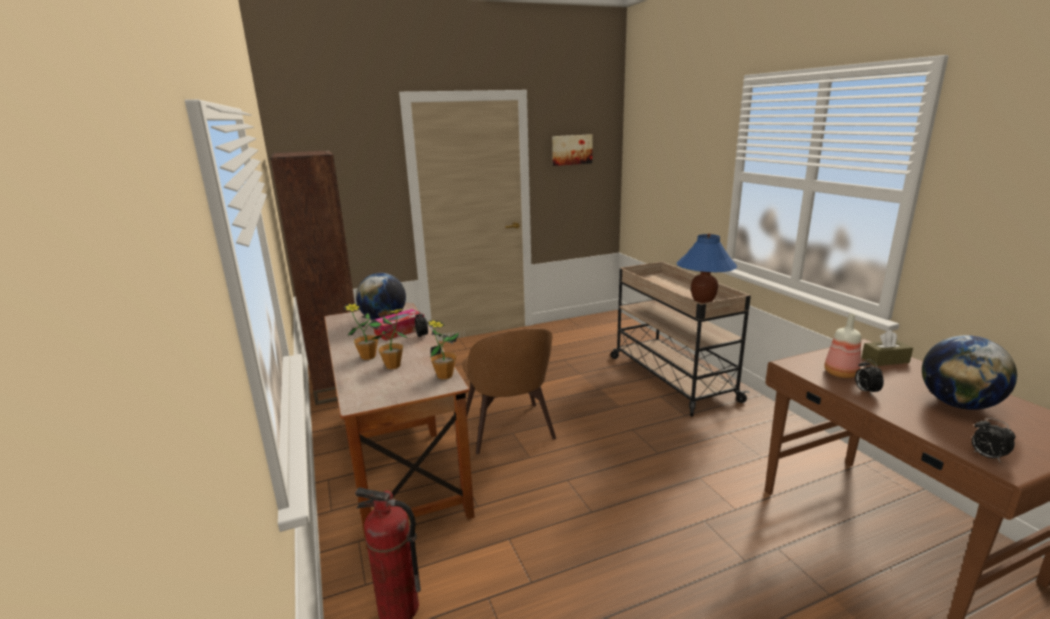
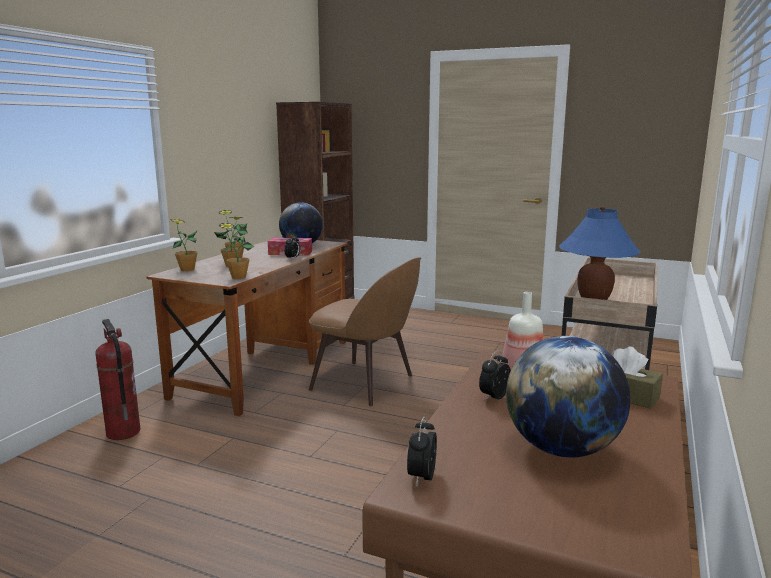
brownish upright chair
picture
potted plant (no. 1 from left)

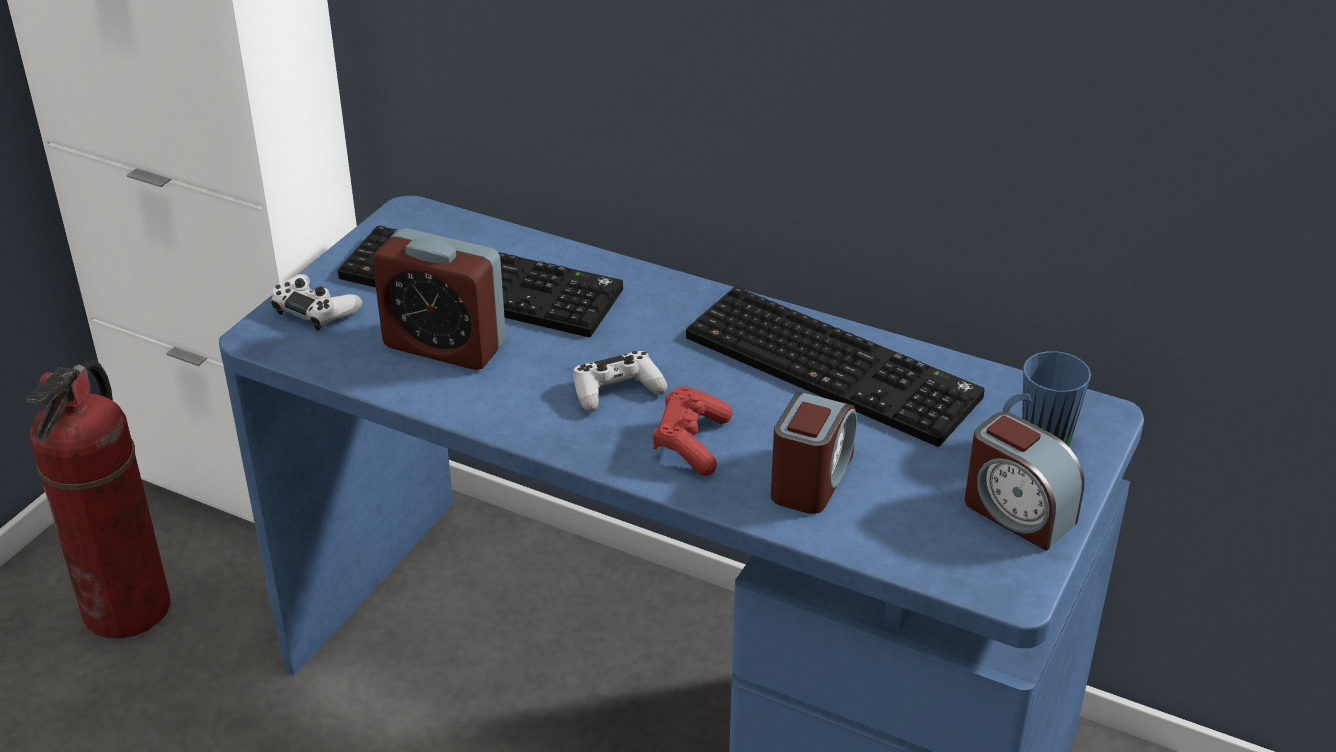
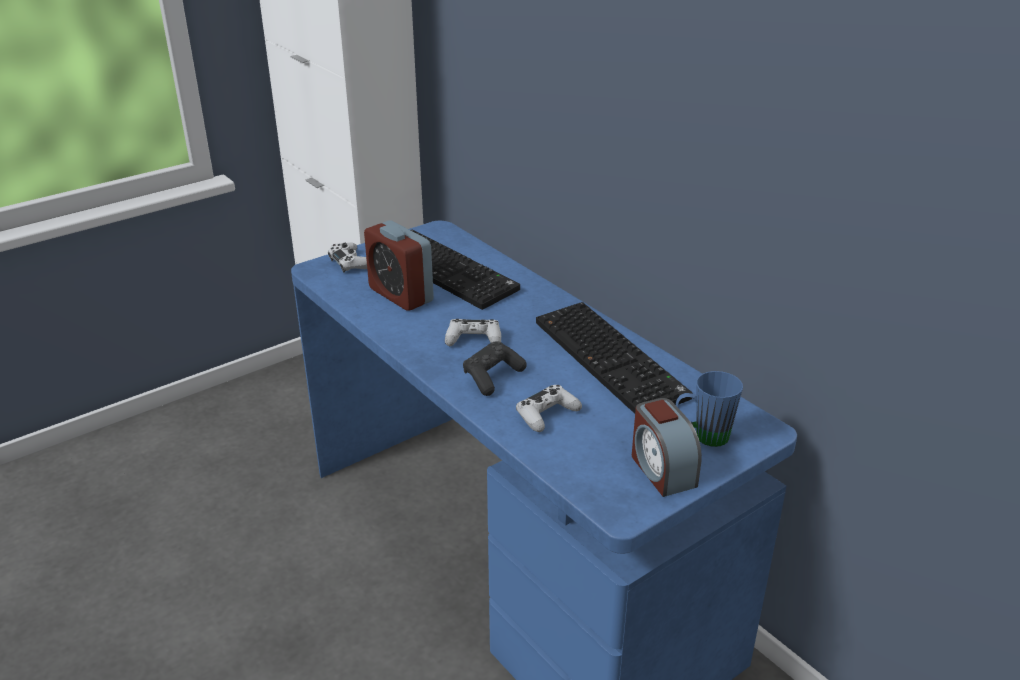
fire extinguisher
black joypad
whitish joypad (no. 3 from left)

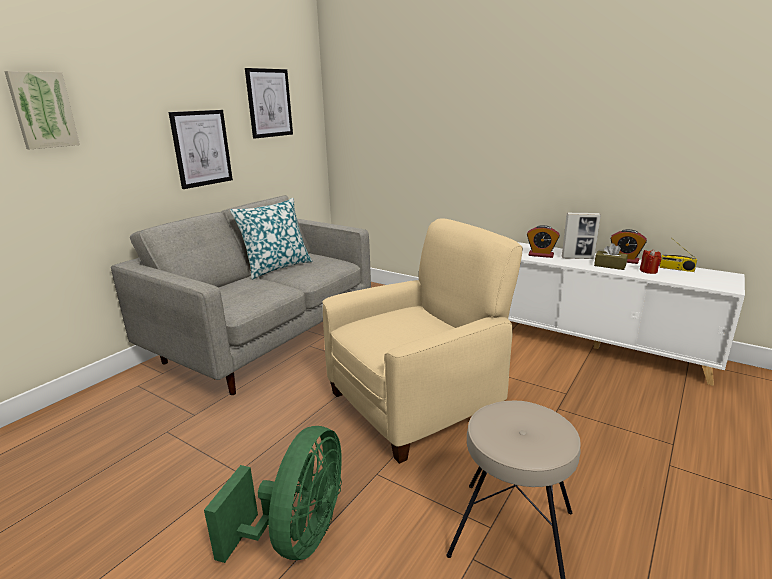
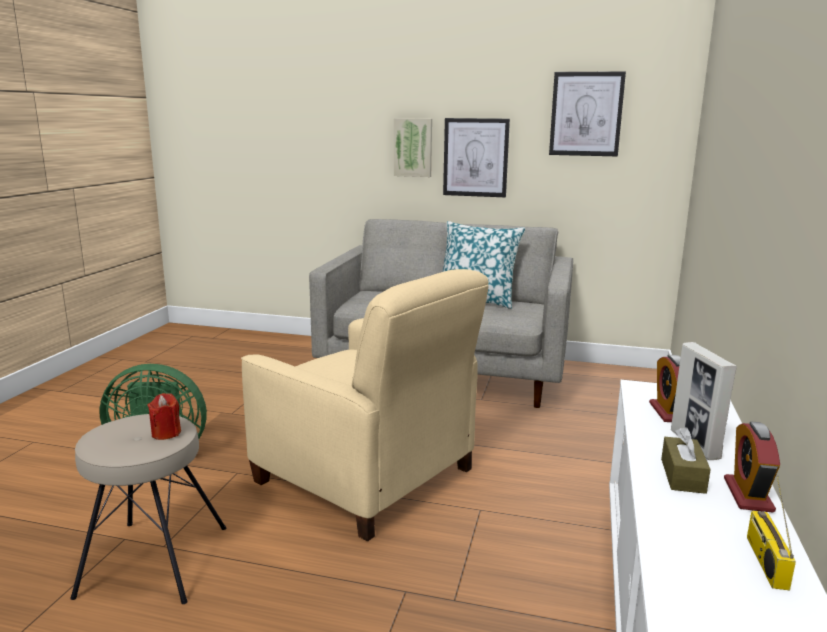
picture (no. 1 from left)
red-coloured wax candle

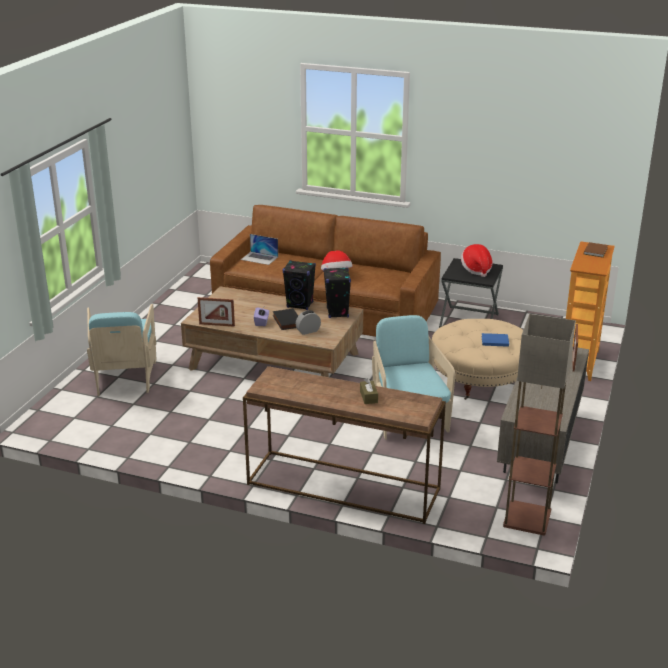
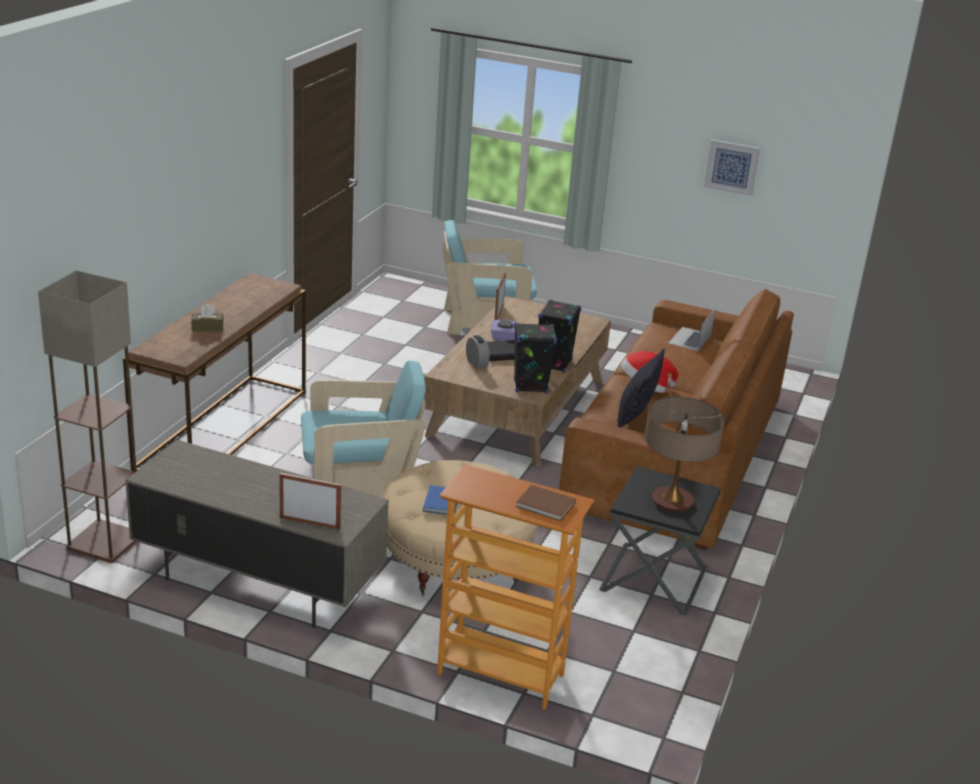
lamp for a table
pillow
picture

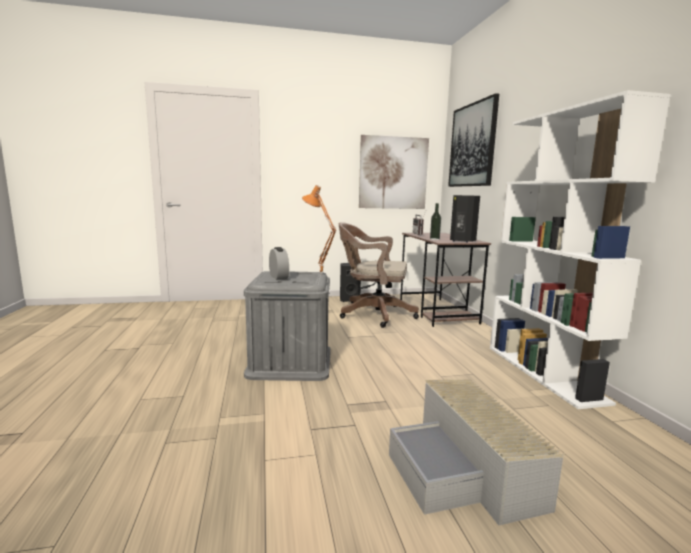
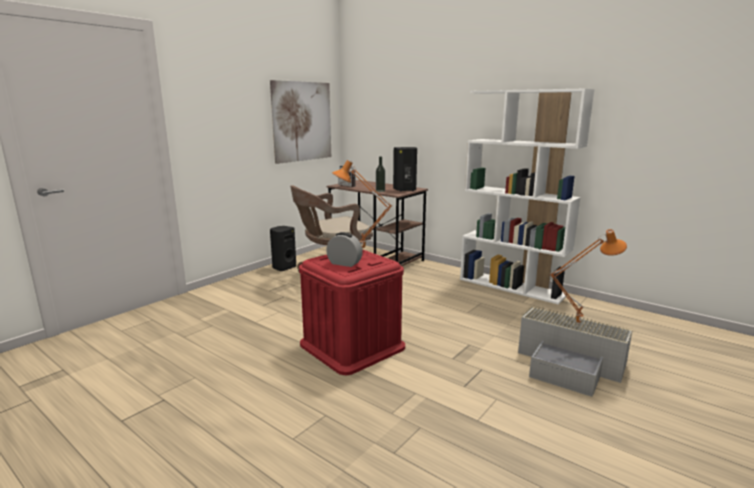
red-coloured storage box
picture (no. 2 from left in the first image)
orangey lamp for a table (no. 2 from left)

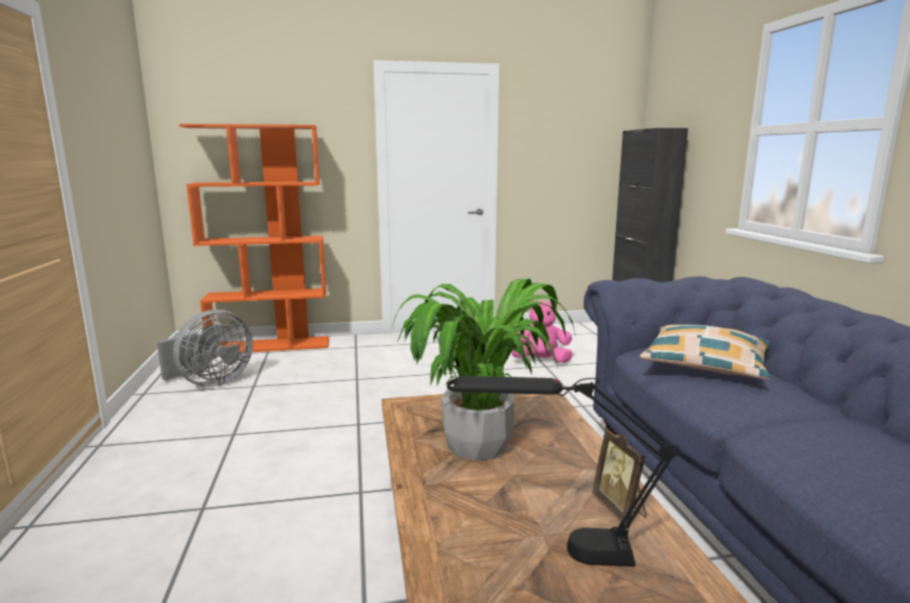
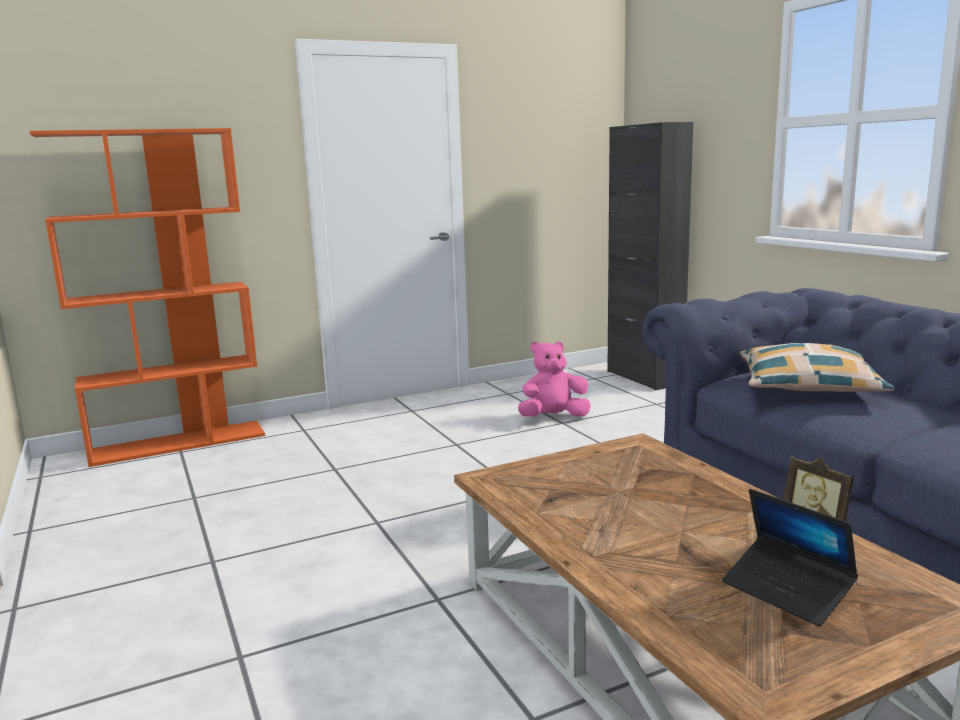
grey electric fan
potted plant
laptop

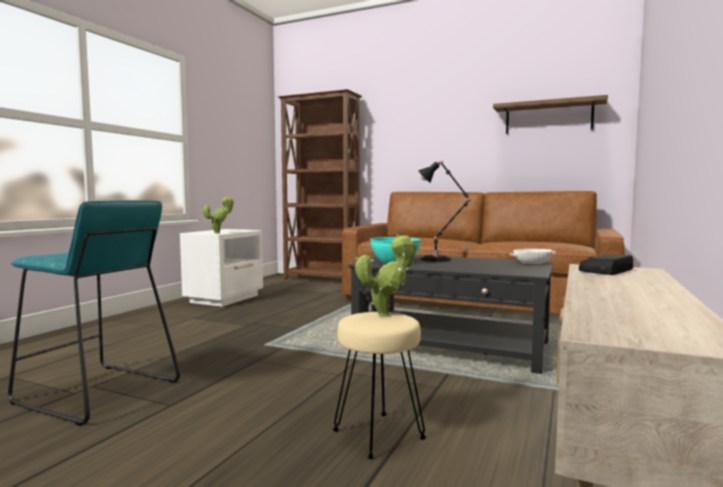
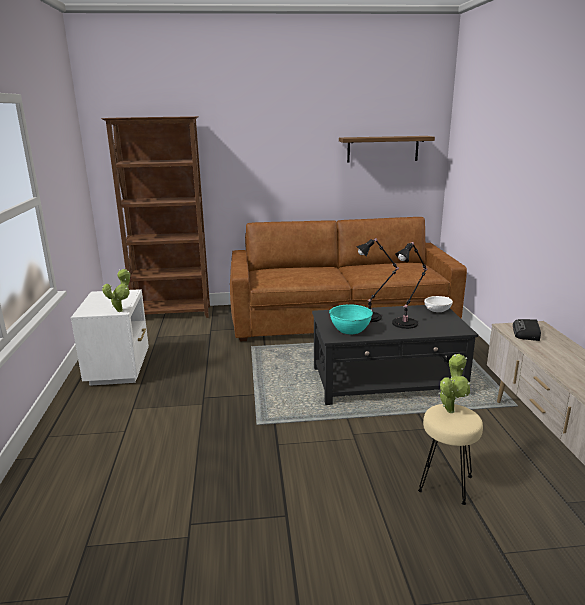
turquoise stool seat
black lamp for a table (no. 2 from left)

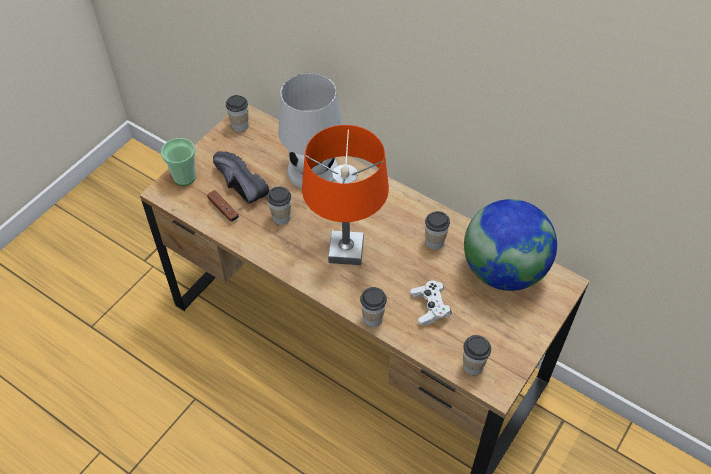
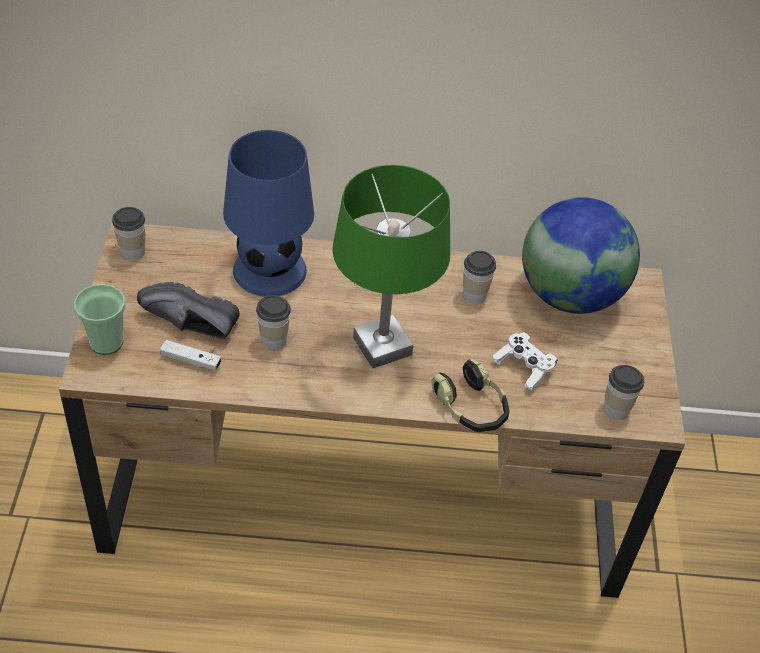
whitish joypad (no. 1 from left)
blue-coloured lamp for a table
green-coloured lamp for a table
headset

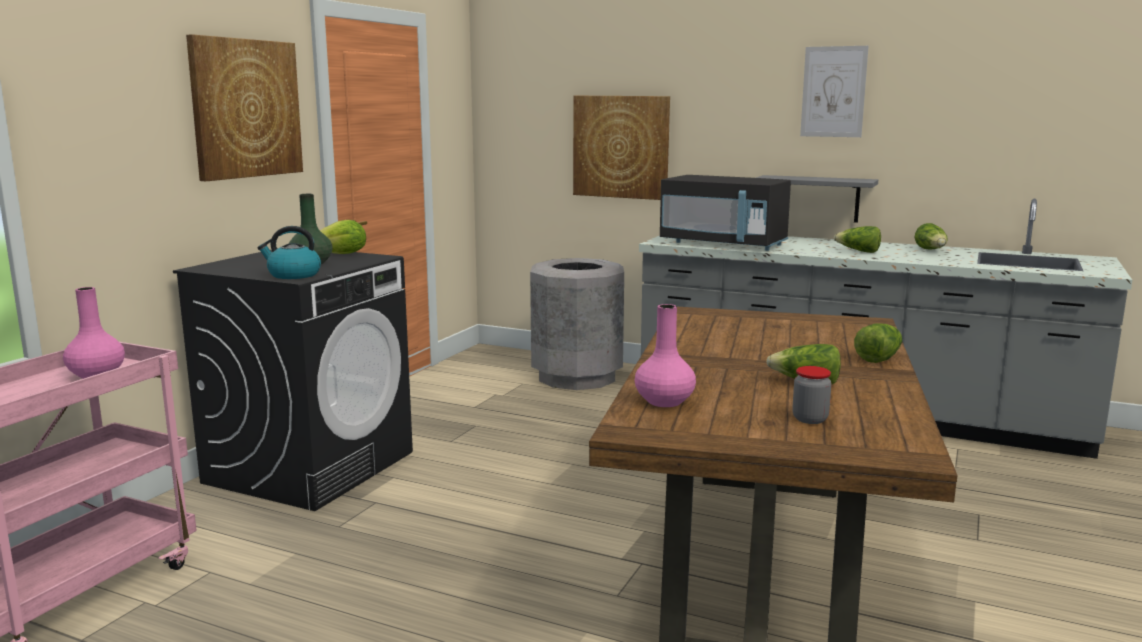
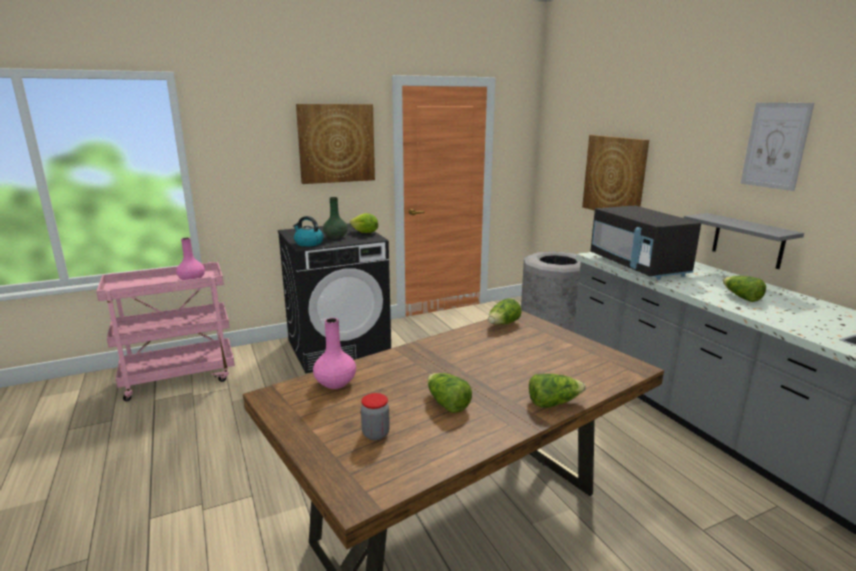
head of lettuce (no. 3 from left)

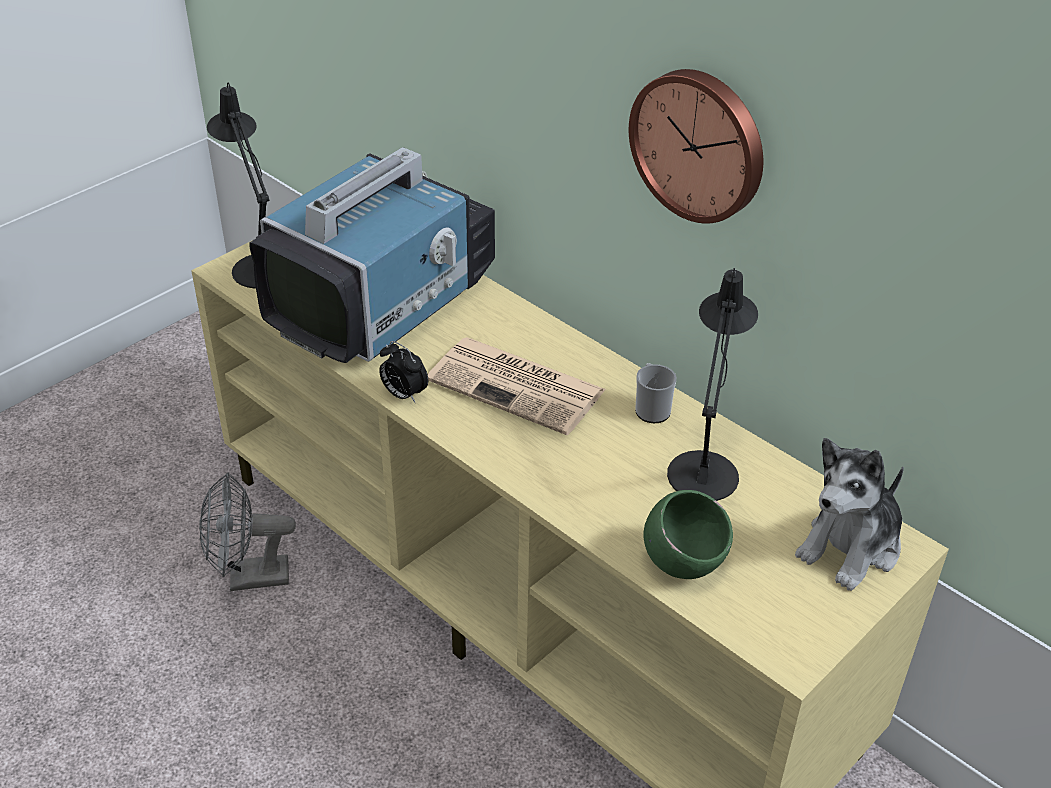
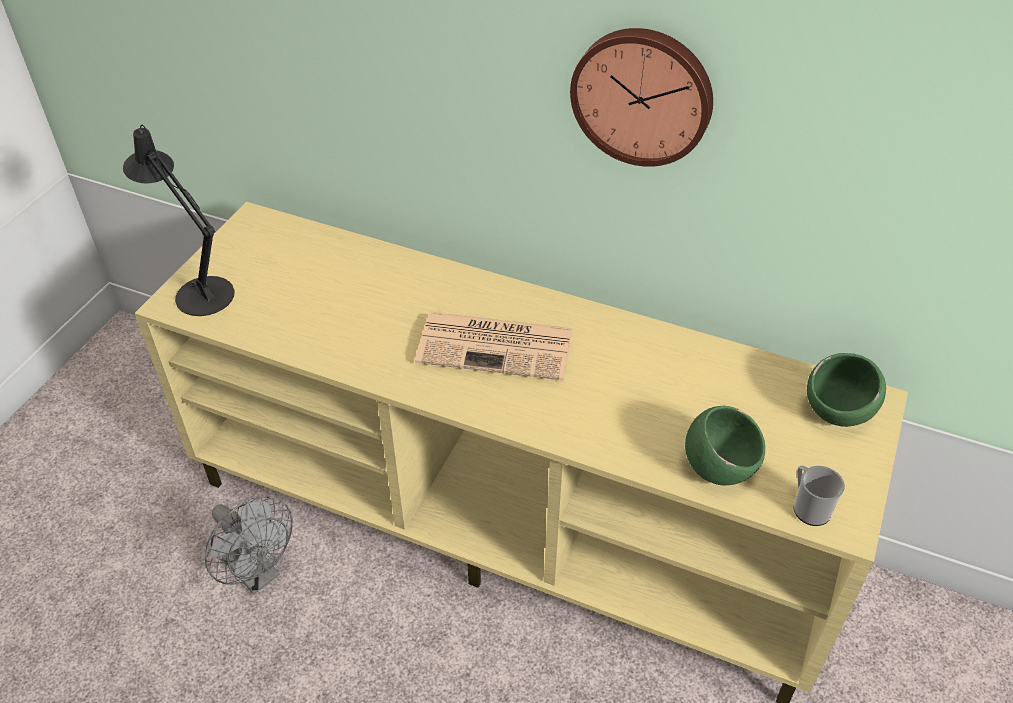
grey electric fan
television
table clock
mug
black lamp for a table (no. 2 from left in the first image)
green-coloured serving bowl (no. 2 from left)

